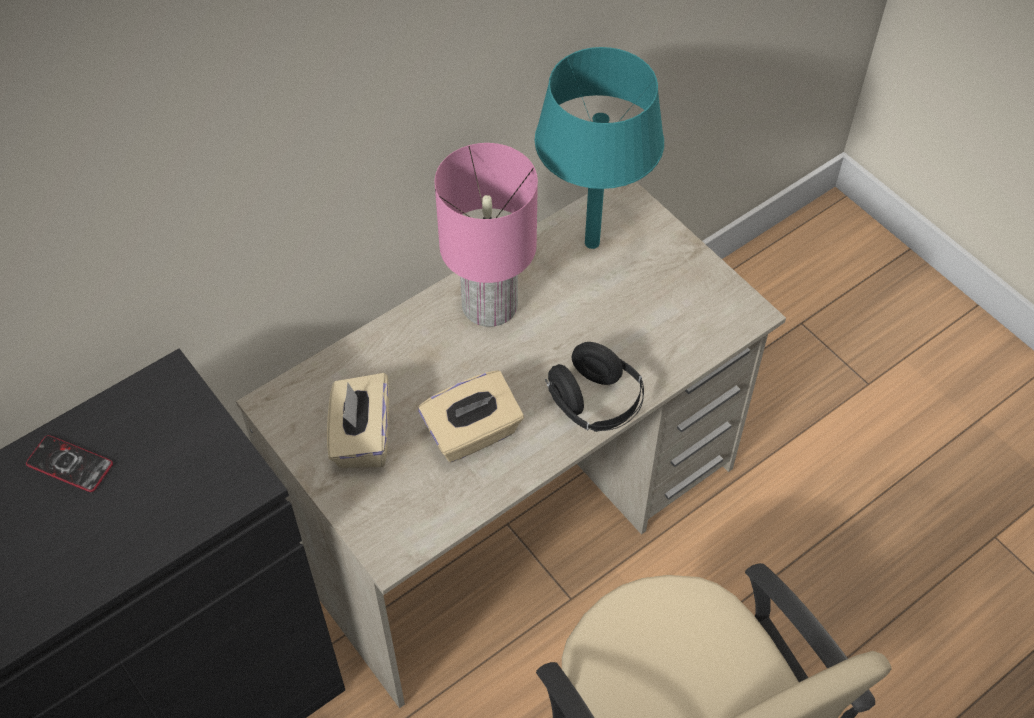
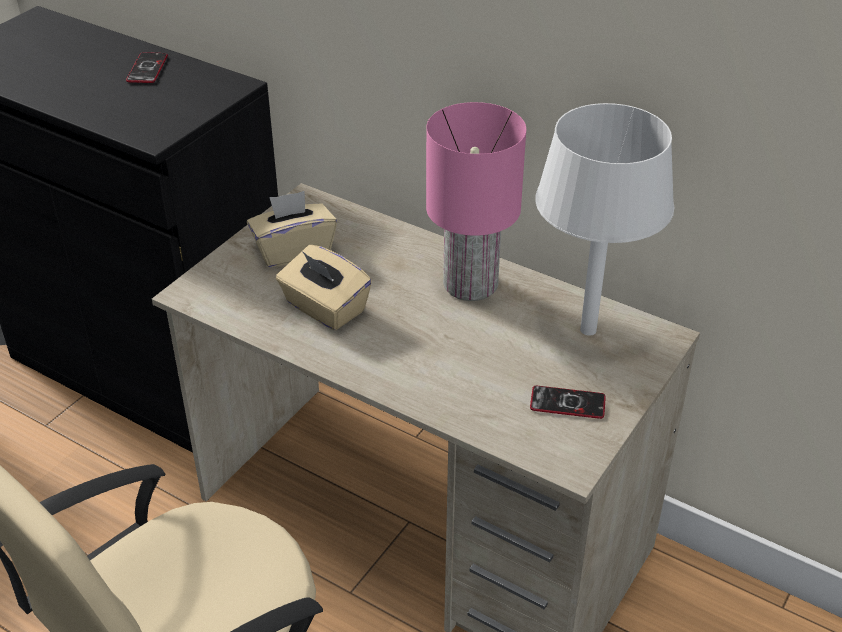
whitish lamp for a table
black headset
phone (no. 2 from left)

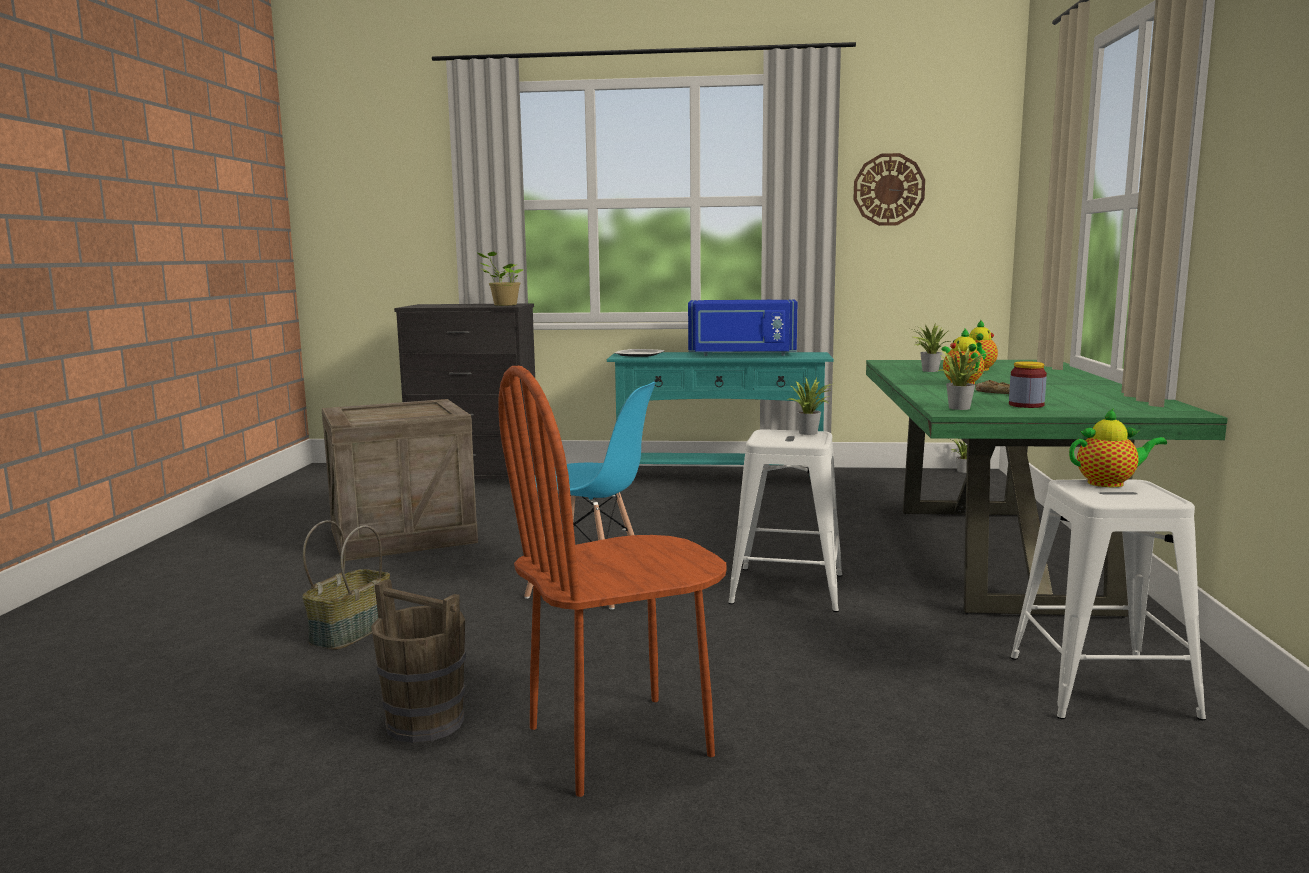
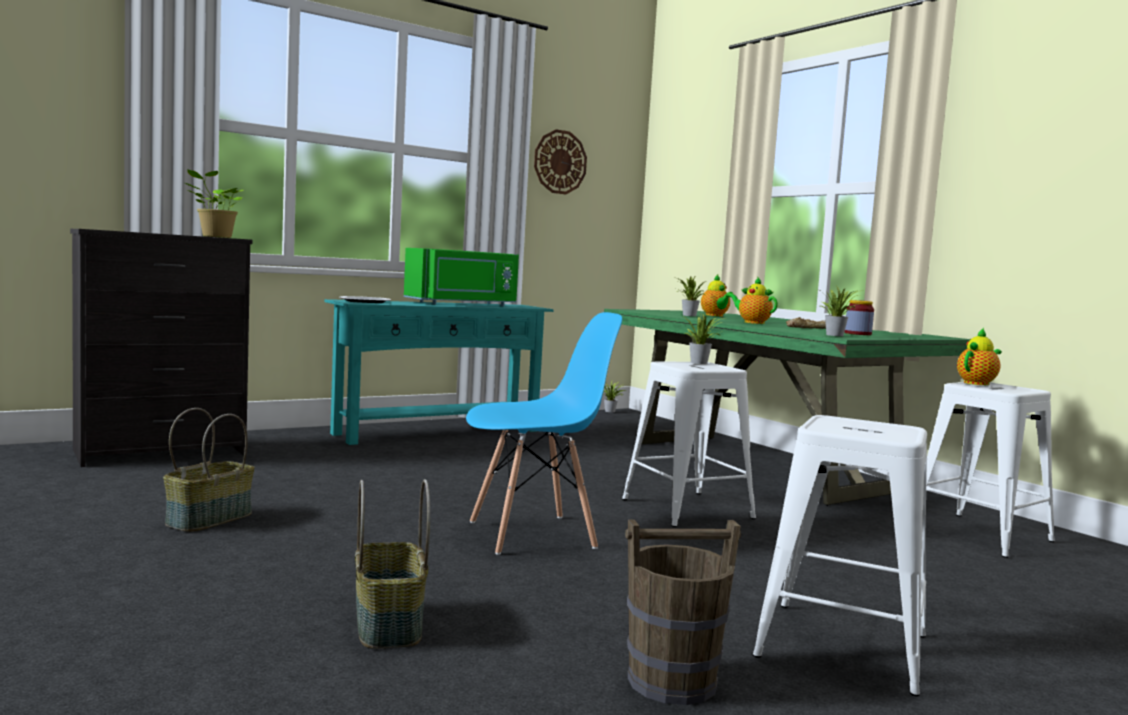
household basket (no. 1 from left)
whitish stool seat (no. 2 from left)
green-coloured microwave

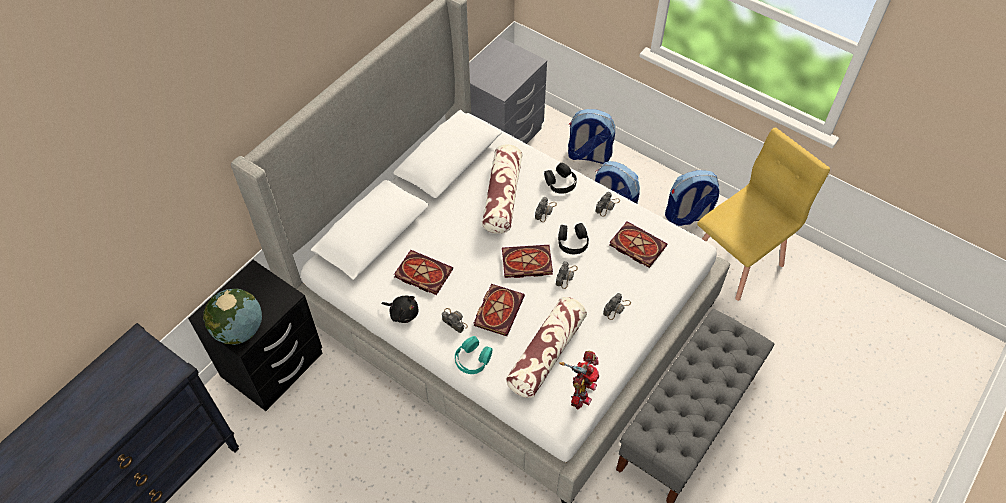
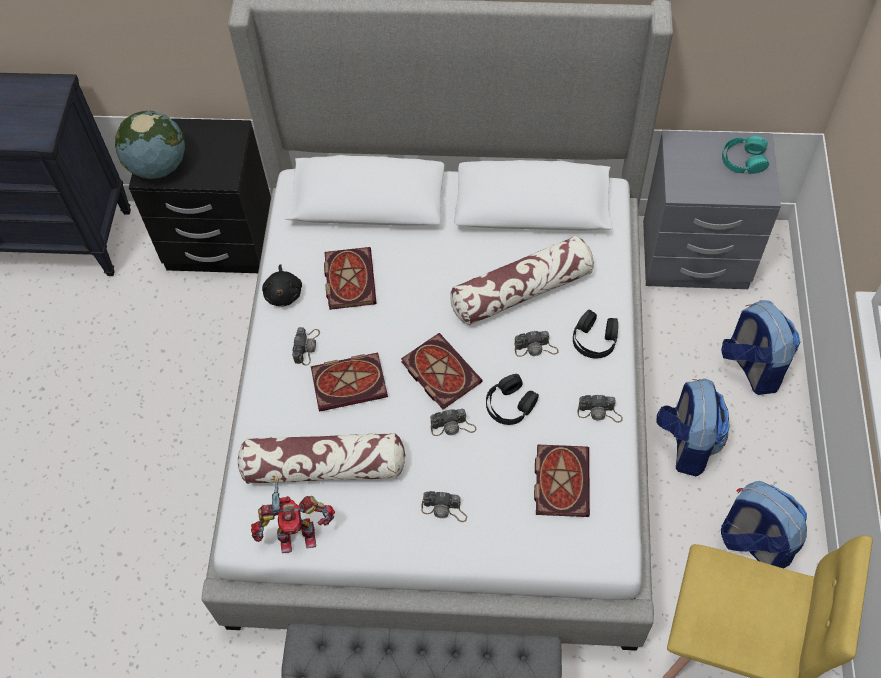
turquoise headset

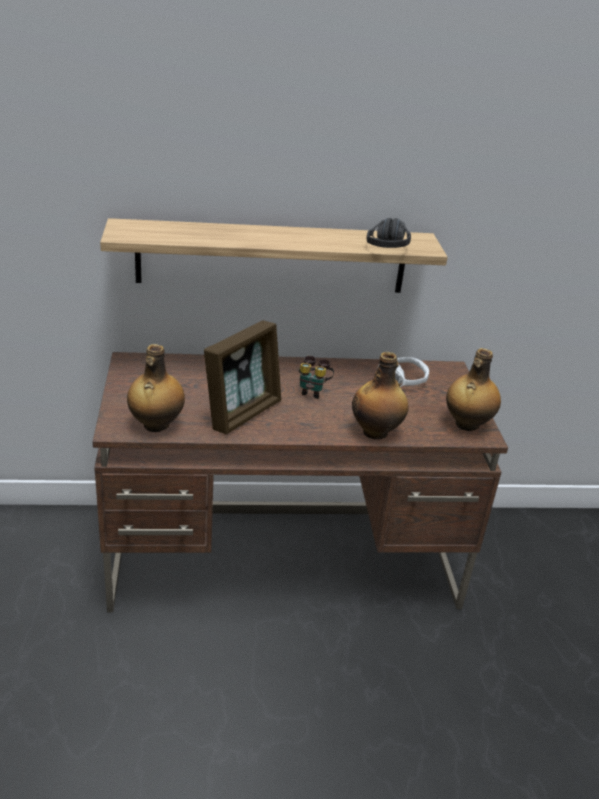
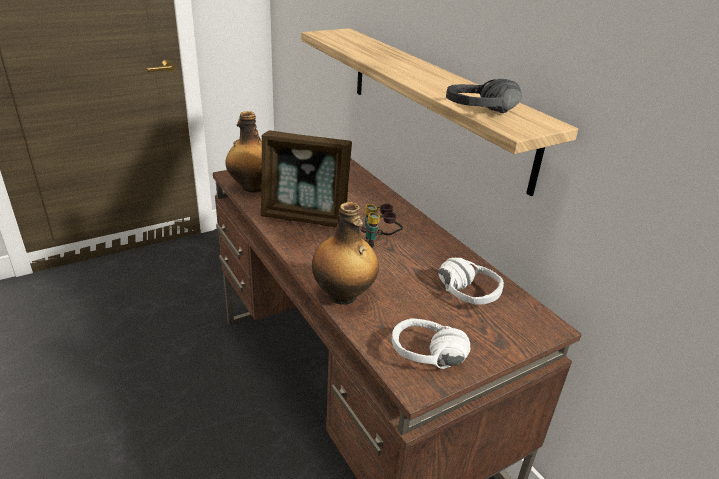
whitish headset (no. 1 from left)

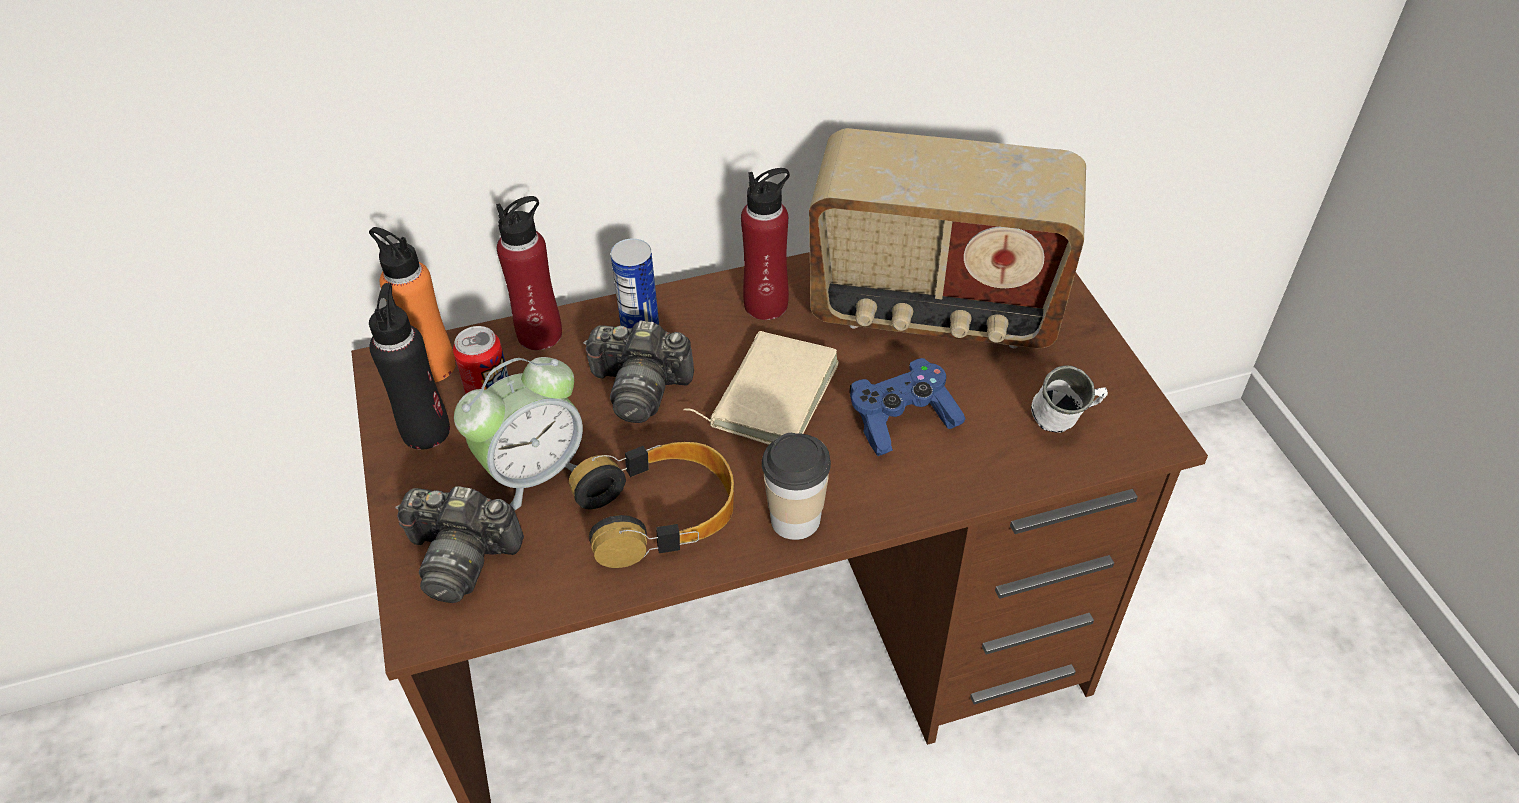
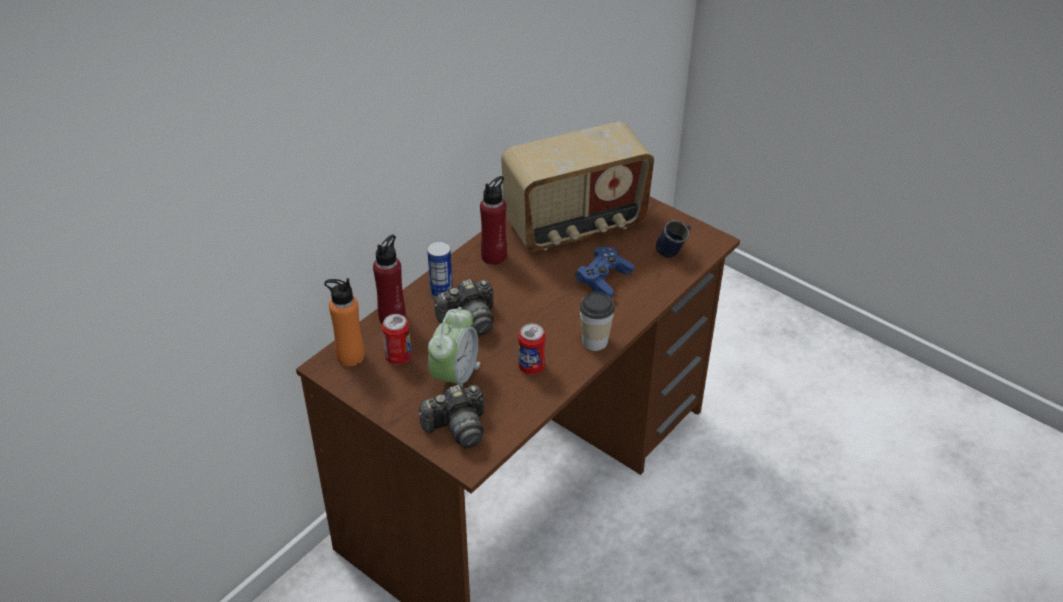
black drink bottle
sealed can (no. 3 from left)
beige-coloured bound book
blue-coloured mug

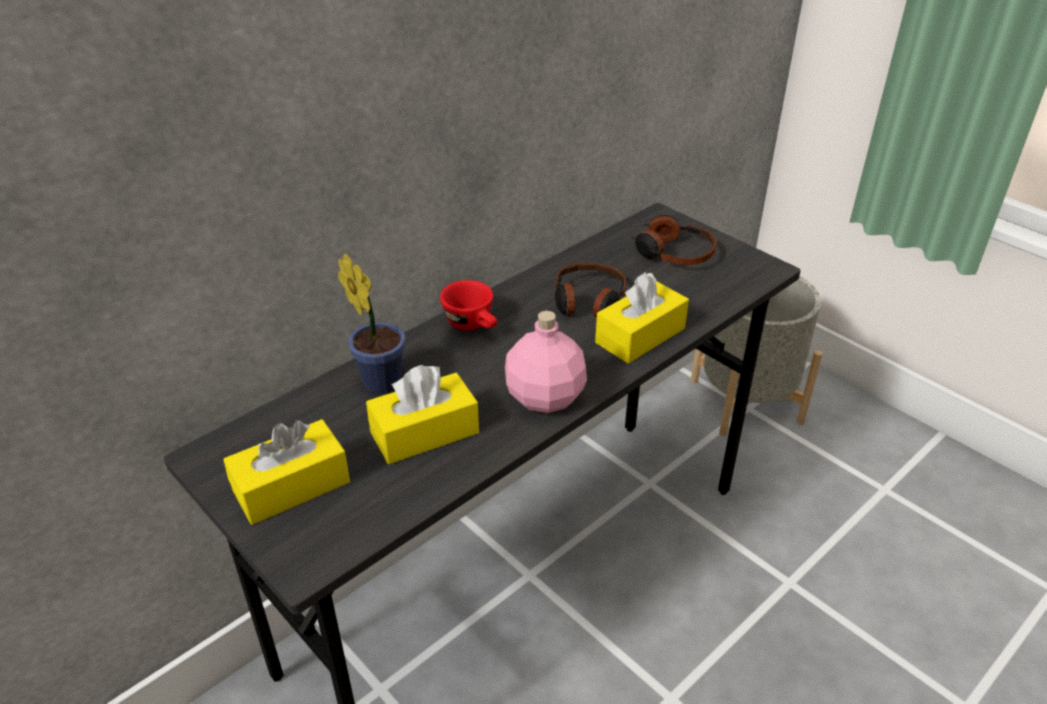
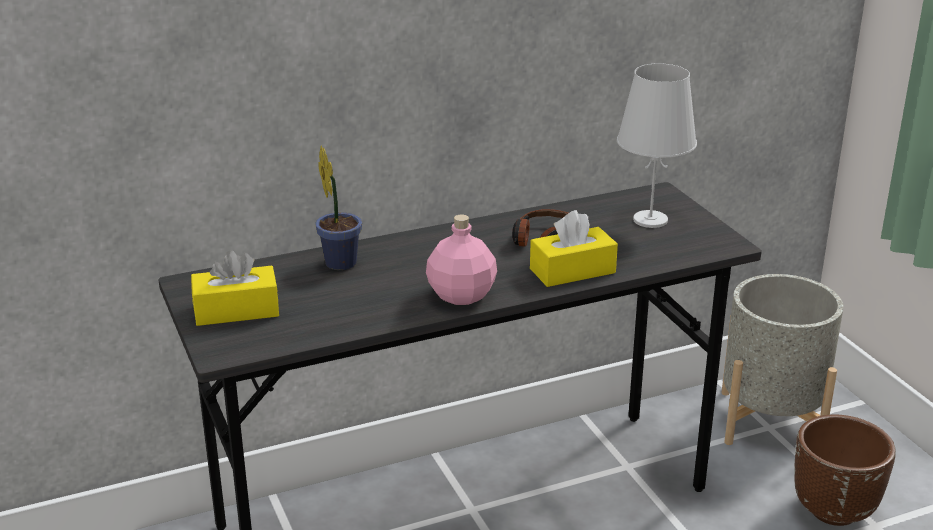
yellow-coloured tissue box (no. 2 from left in the first image)
red-coloured small cup
whitish lamp for a table
brownish flower pot

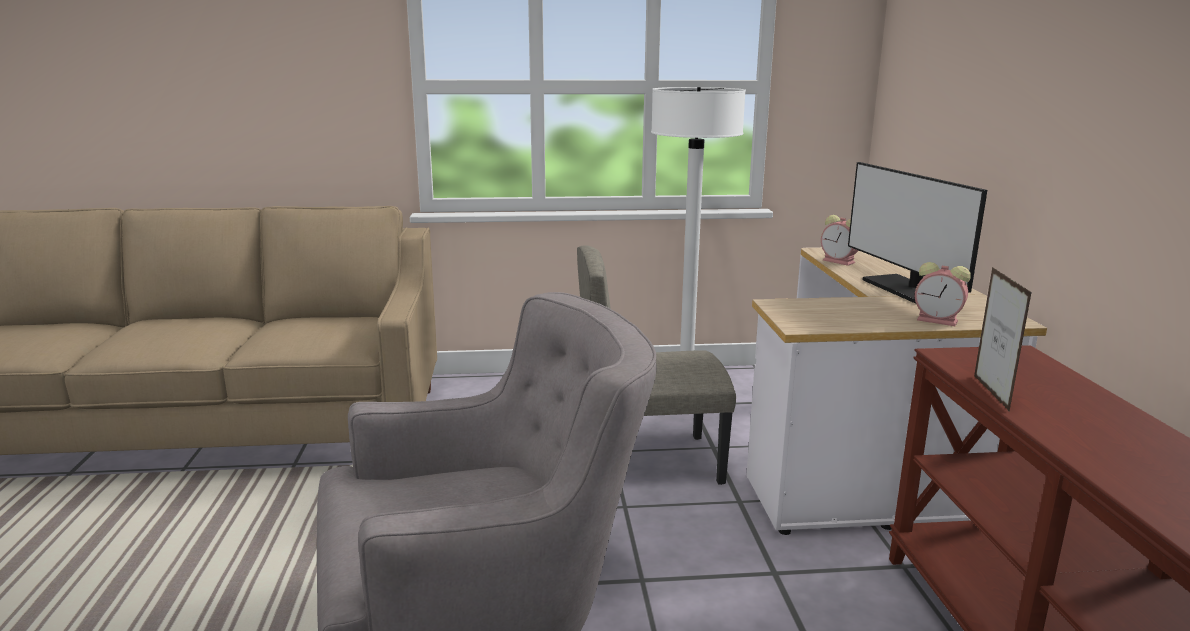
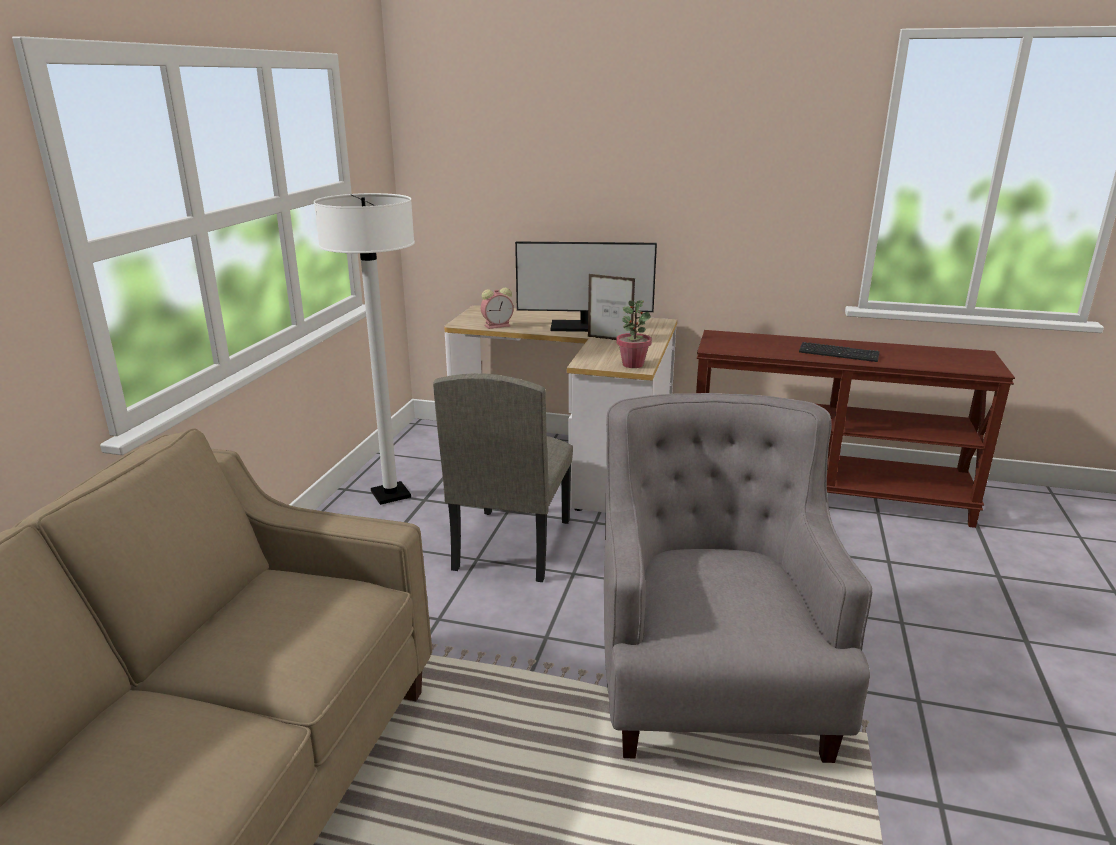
table clock (no. 2 from left in the first image)
photo frame
potted plant
PC keyboard

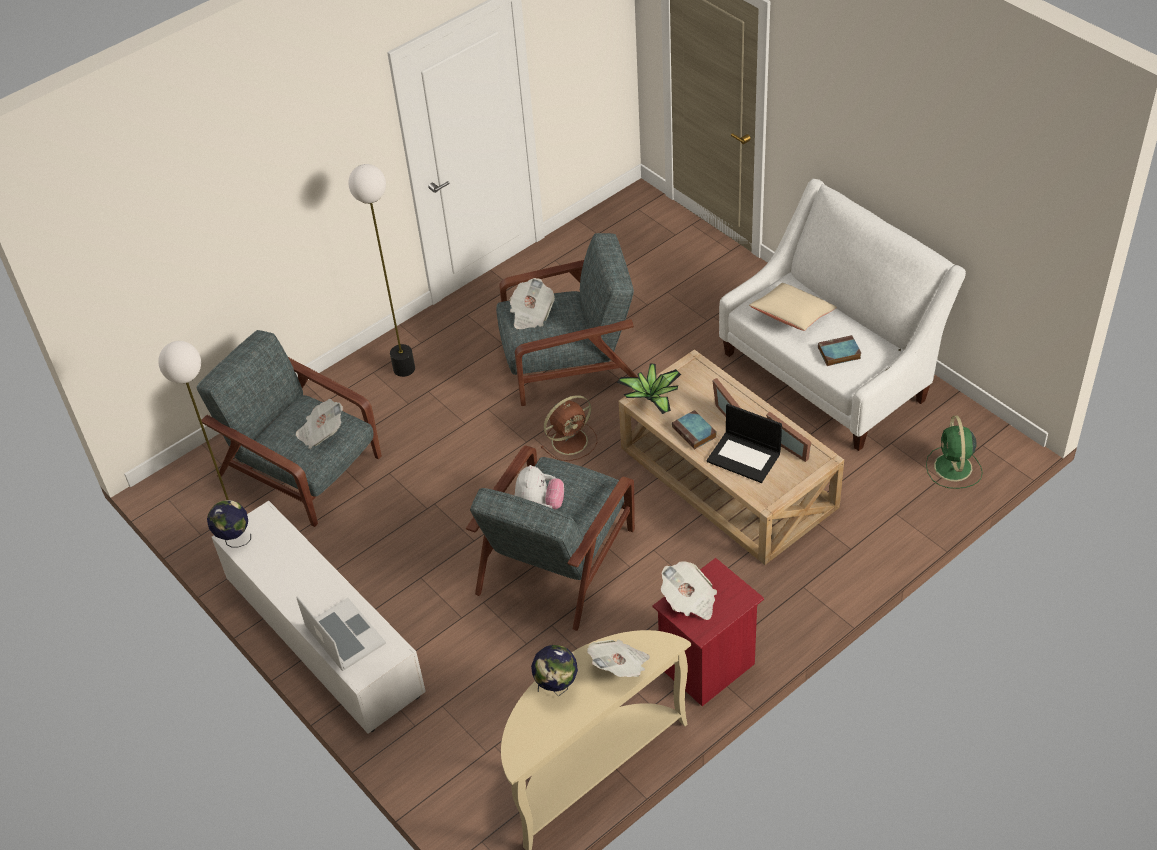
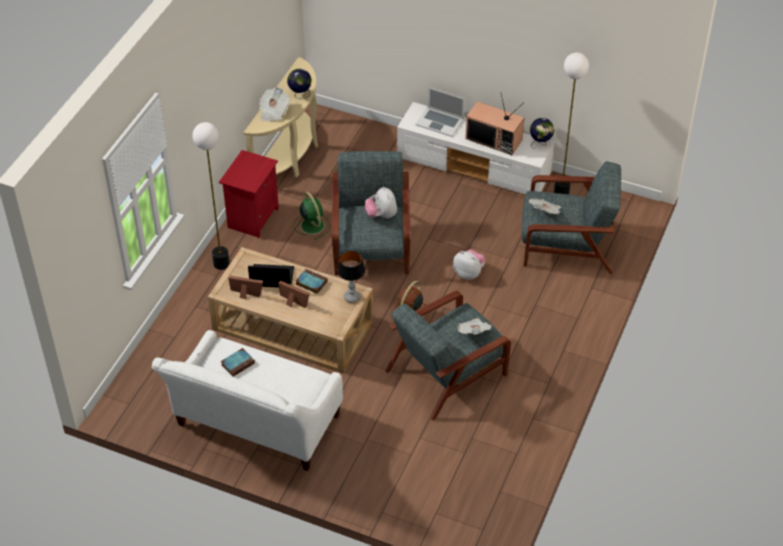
standing lamp (no. 1 from left)
lamp for a table
daily paper (no. 4 from left in the first image)
beige-coloured pillow
green-coloured electric fan
plush toy (no. 2 from left)
television

